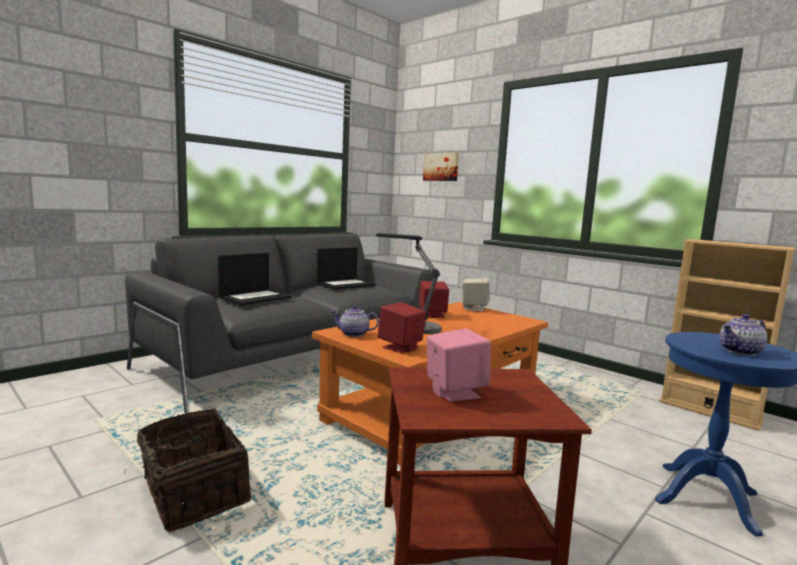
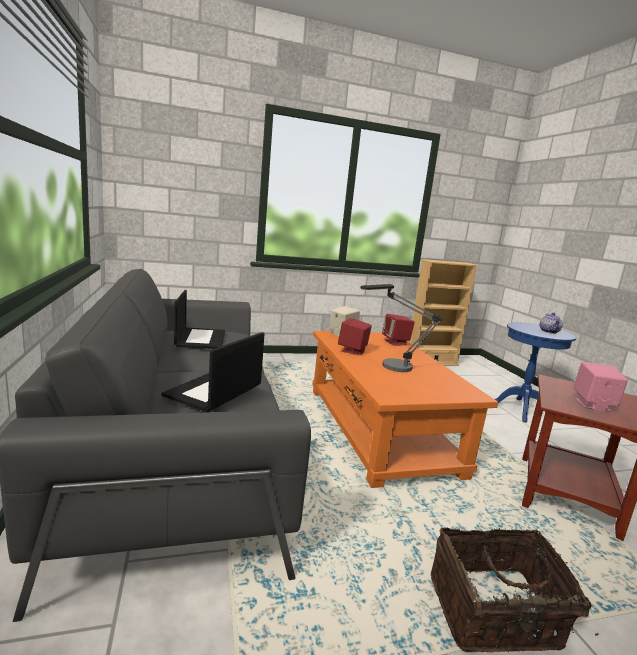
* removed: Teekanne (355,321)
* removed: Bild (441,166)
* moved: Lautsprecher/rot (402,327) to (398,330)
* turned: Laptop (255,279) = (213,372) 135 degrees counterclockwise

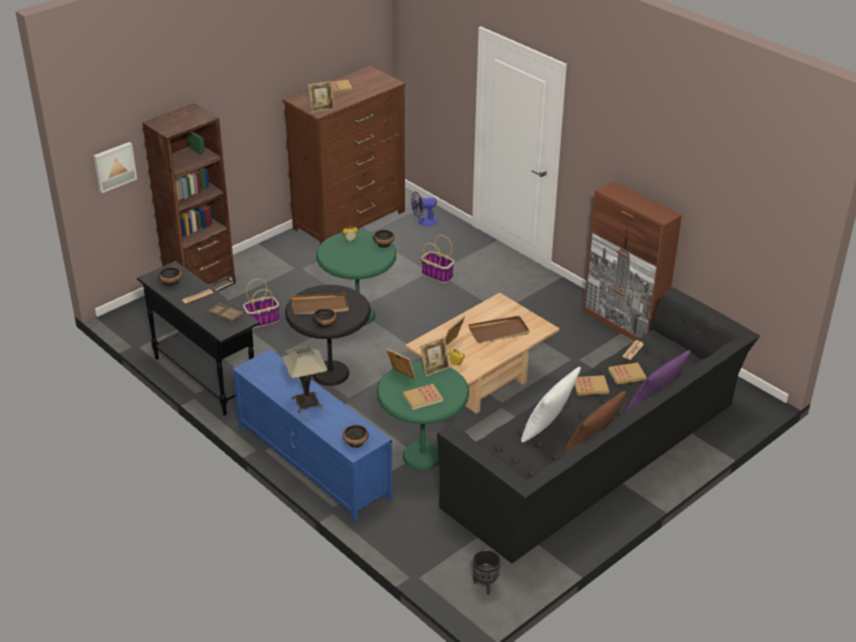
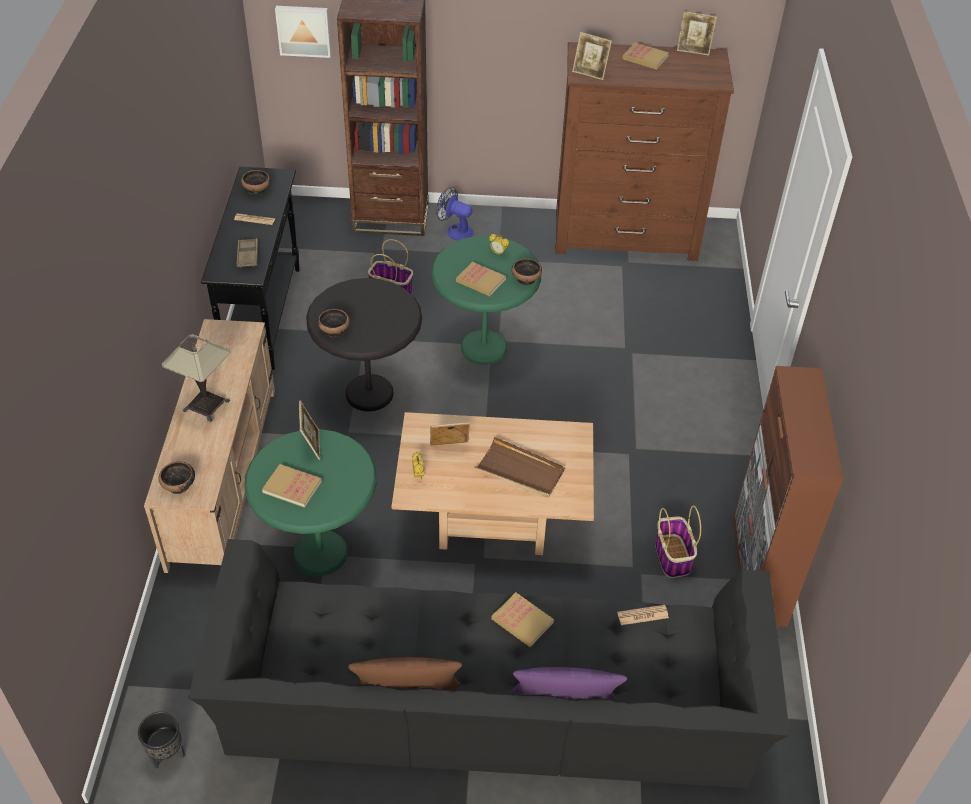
* removed: Tablett/braun (320,303)
* removed: Kissen/weiß (551,404)
* moved: Ventilator (424,209) to (455,213)
* moved: Bilderrahmen (435,357) to (697,33)
* moved: Korb (437,259) to (678,541)
* moved: Buch (627,374) to (481,279)
* recoloured: Fernsehschrank/blau (313,436) to Fernsehschrank/beige (209,446)

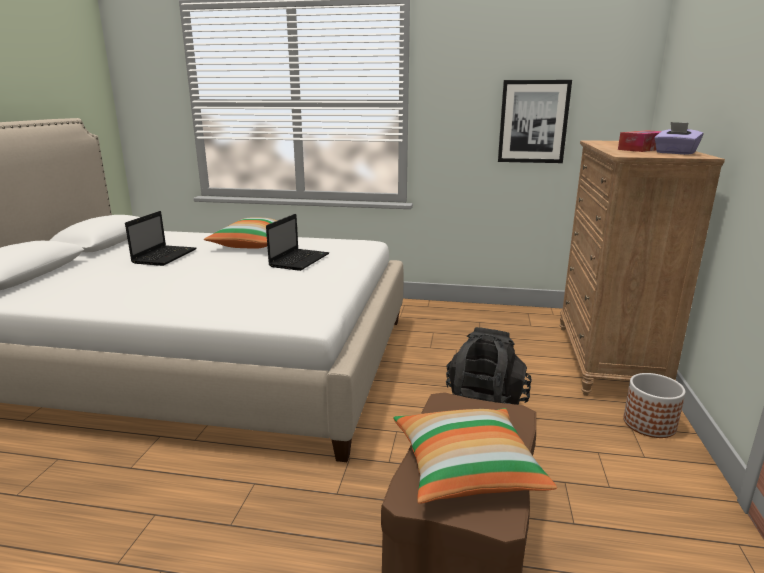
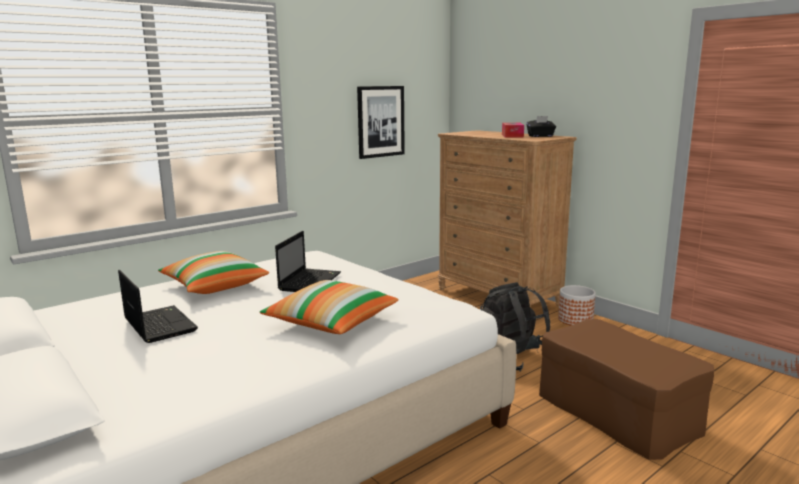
* moved: Kissen (475,456) to (329,307)
* recoloured: Taschentuchbox/lila (679,138) to Taschentuchbox/schwarz (541,126)
* turned: Laptop (297,242) = (308,261) 45 degrees clockwise

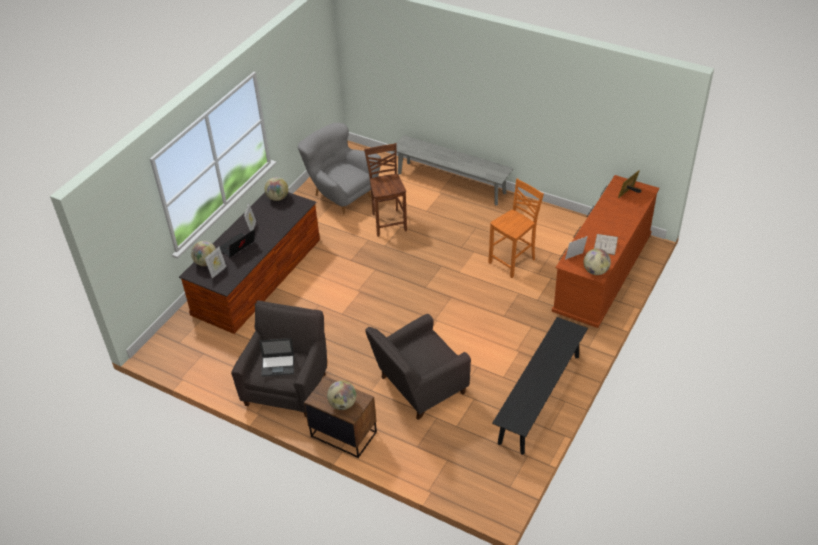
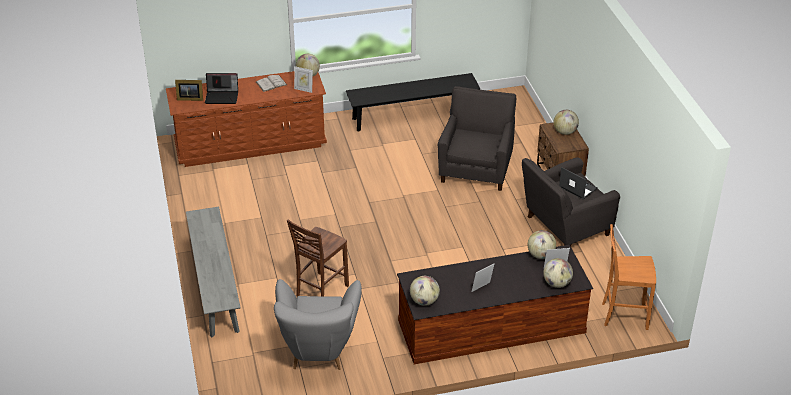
* added: Globus (542,244)
* moved: Laptop (237,243) to (221,88)
* moved: Stuhl/orange (516,228) to (629,277)
* turned: Sessel/grau (418,367) = (477,138) 90 degrees counterclockwise

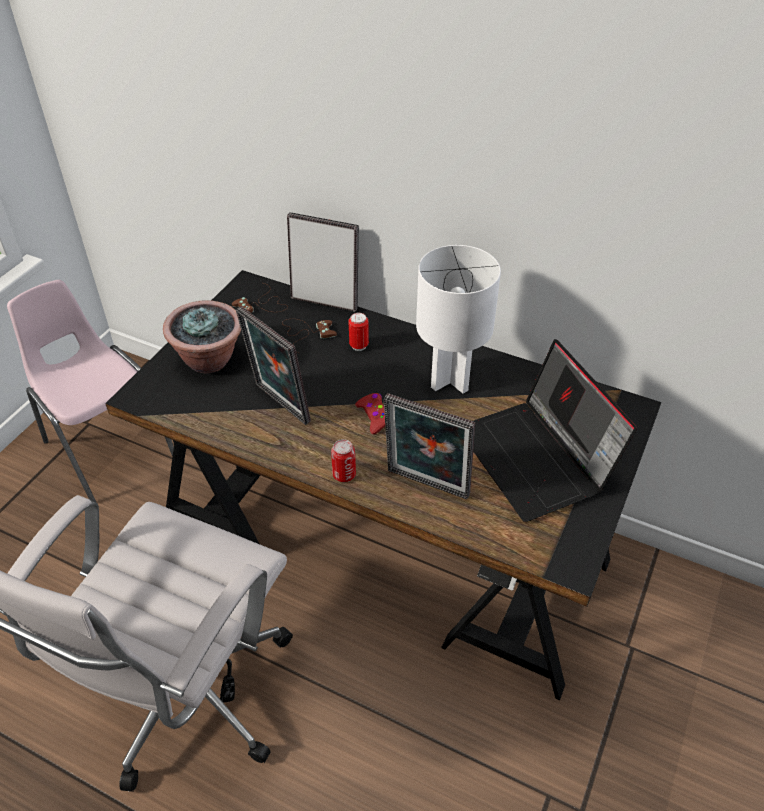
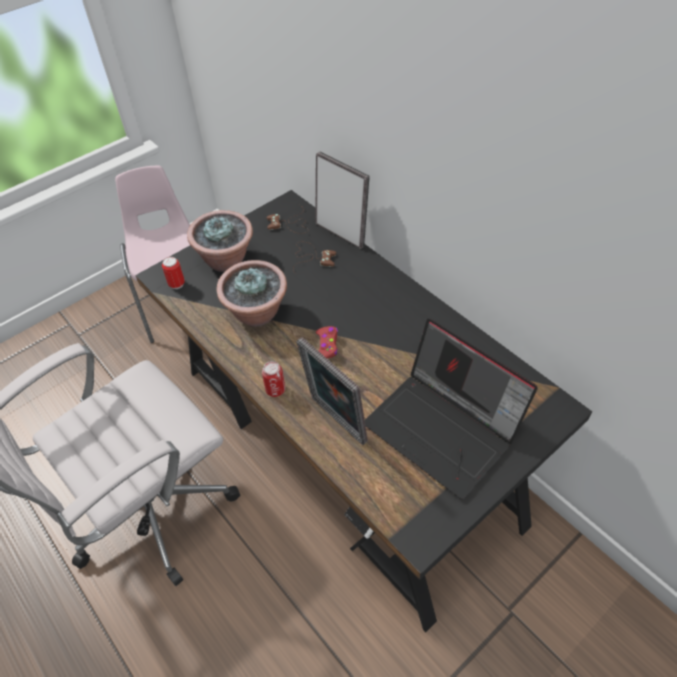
* removed: Tischlampe/weiß (458,319)
* moved: Dose (358,332) to (173,273)
* replaced: Bilderrahmen (273,365) to Topfpflanze (251,293)
* turned: Laptop (555,430) = (451,409) 45 degrees counterclockwise

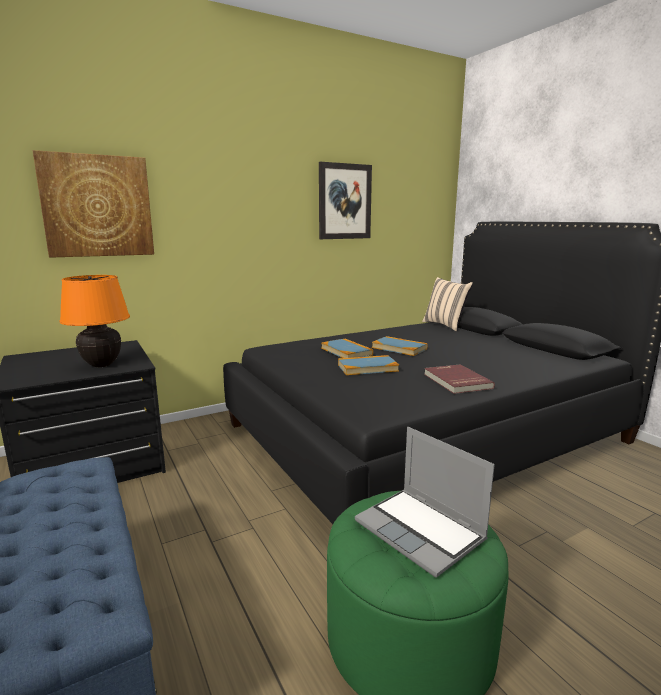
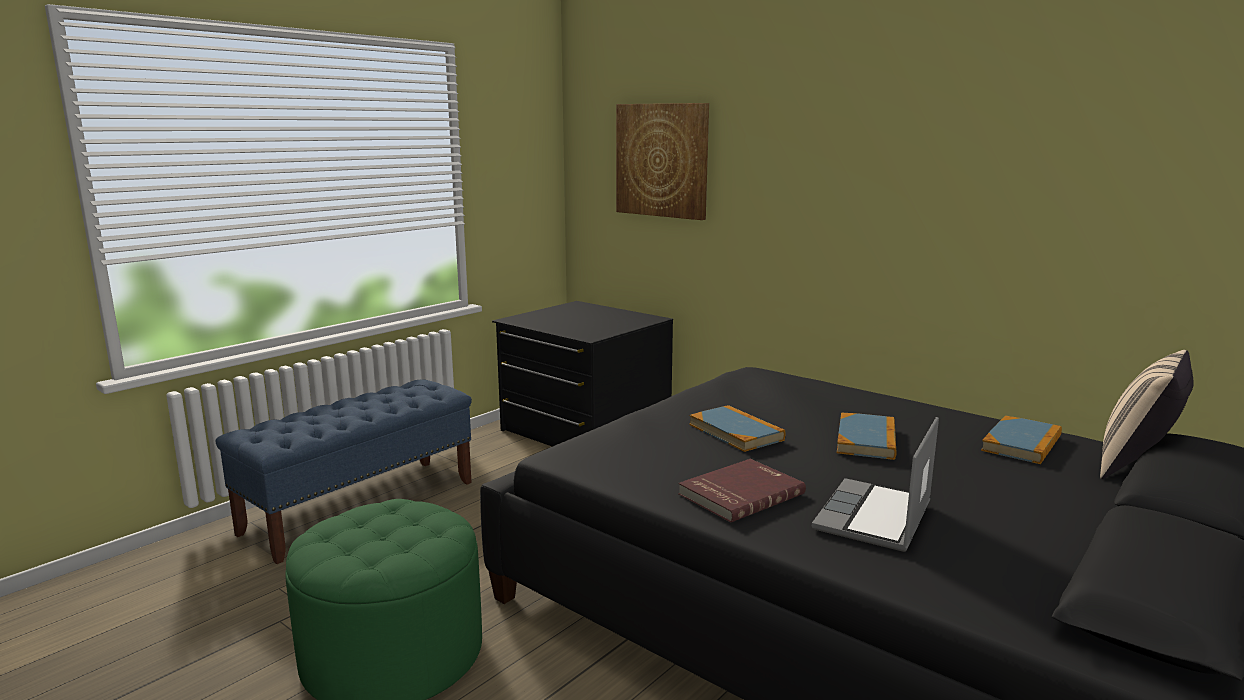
* removed: Tischlampe/orange (94,321)
* removed: Bild (345,200)
* moved: Buch (347,348) to (1021,440)
* moved: Laptop (425,502) to (875,484)

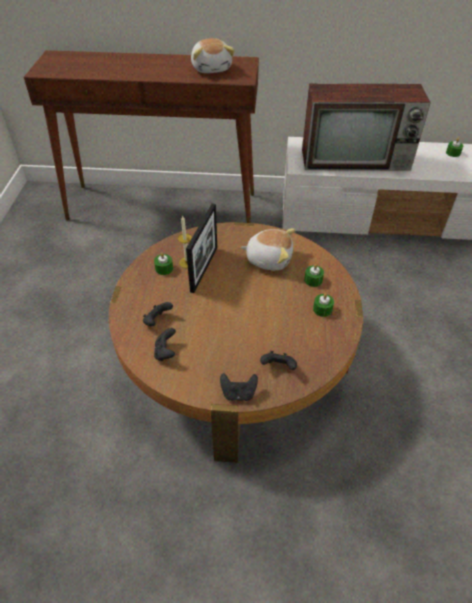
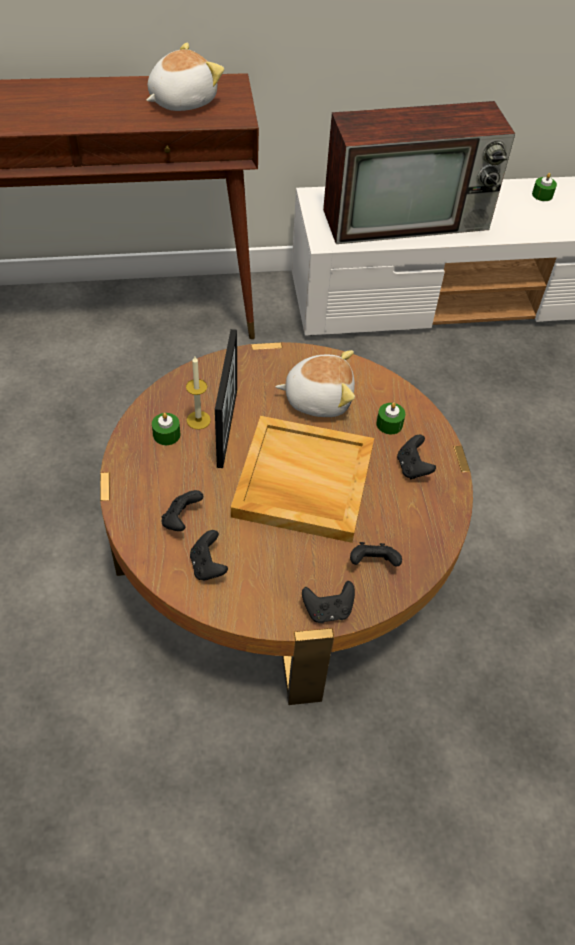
* added: Tablett/beige (302,479)
* replaced: Kerze/grün (323,305) to Gamepad/schwarz (416,457)
* turned: Plüschtier (213,55) = (185,77) 105 degrees counterclockwise

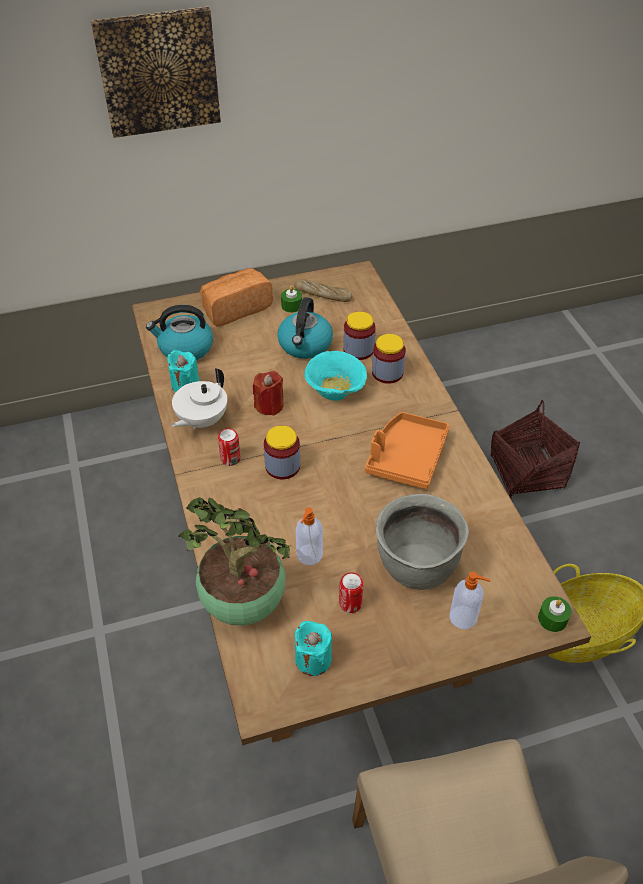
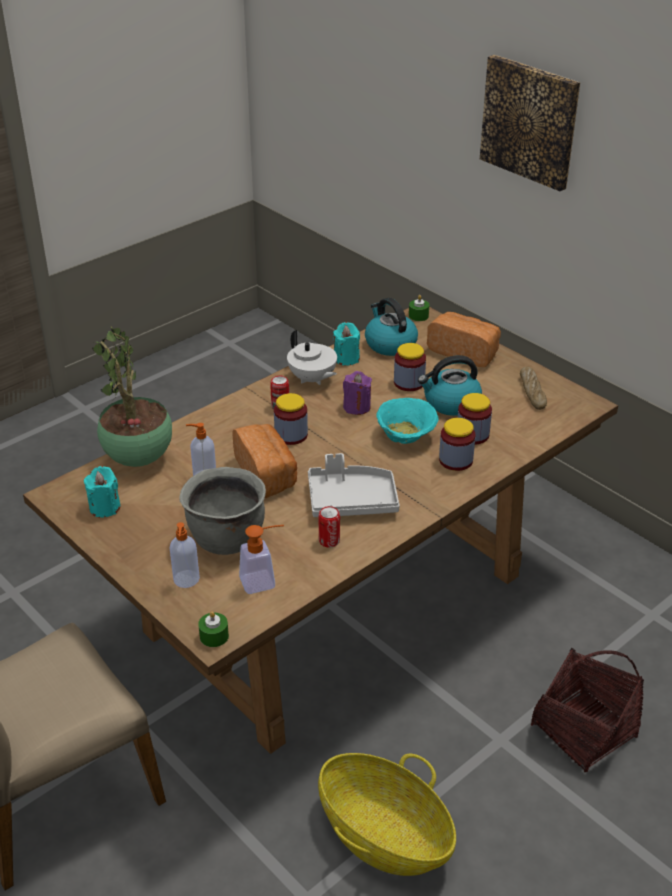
* added: Brot (264,461)
* added: Seifenspender (261,559)
* added: Vorratsglas (410,367)
* moved: Kerze/grün (291,299) to (419,308)
* moved: Dose (351,592) to (329,526)
* recoloured: Kerze/rot (268,393) to Kerze/lila (357,393)
* recoloured: Tablett/orange (407,450) to Tablett/grau (354,485)
* turned: Teekanne/weiß (199,398) = (312,357) 135 degrees counterclockwise

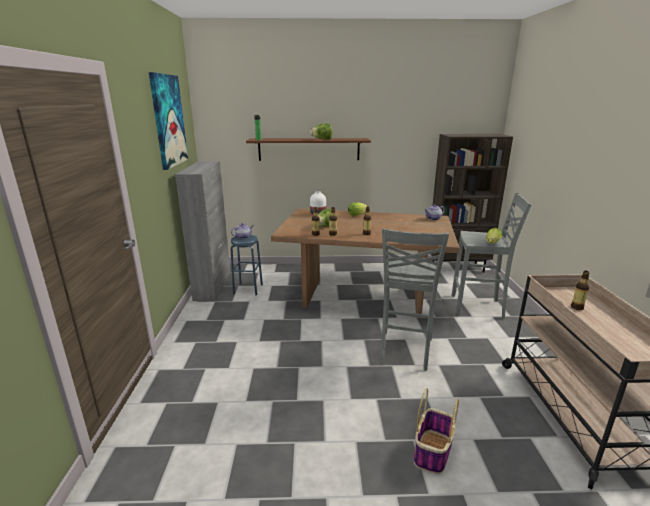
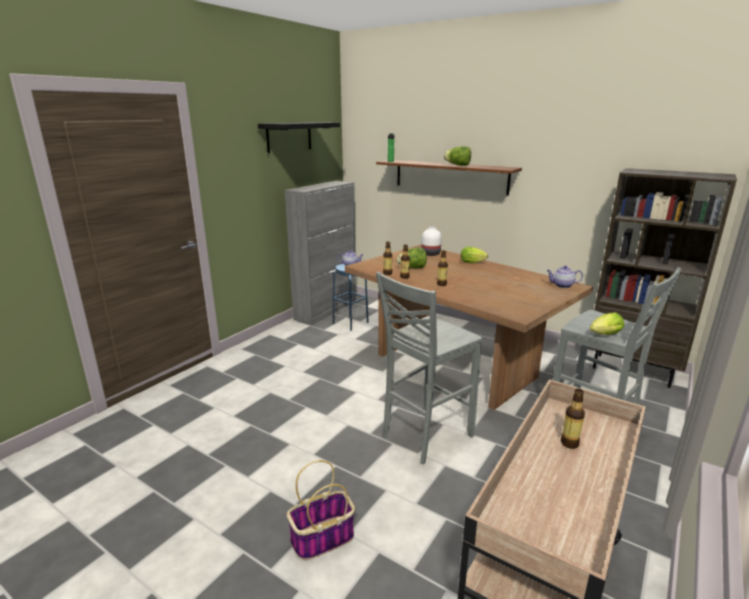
* replaced: Bild (168,121) to Wandregal/schwarz (299,137)

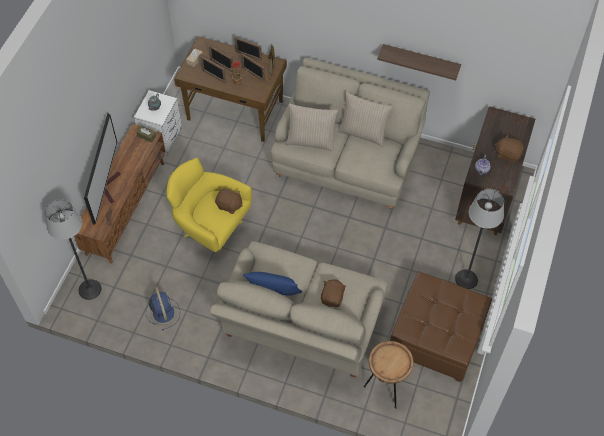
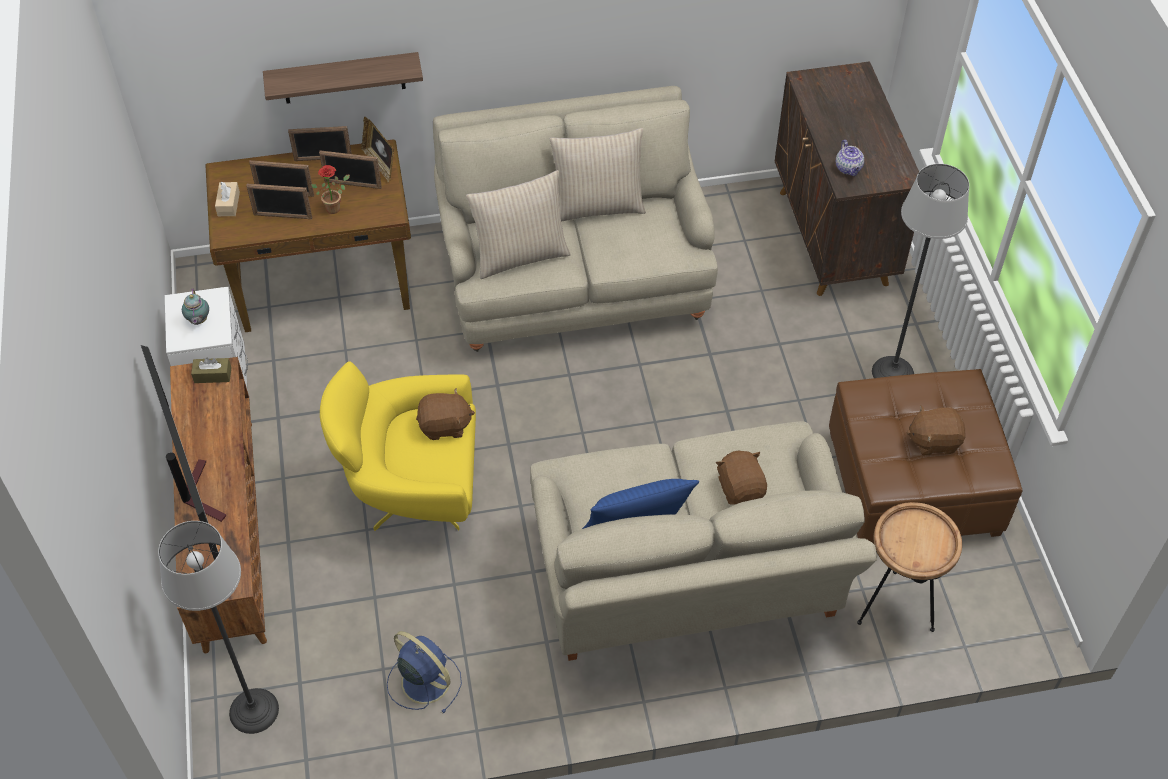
* moved: Wandregal (419,62) to (343,78)
* moved: Plüschtier/braun (509,148) to (936,430)

